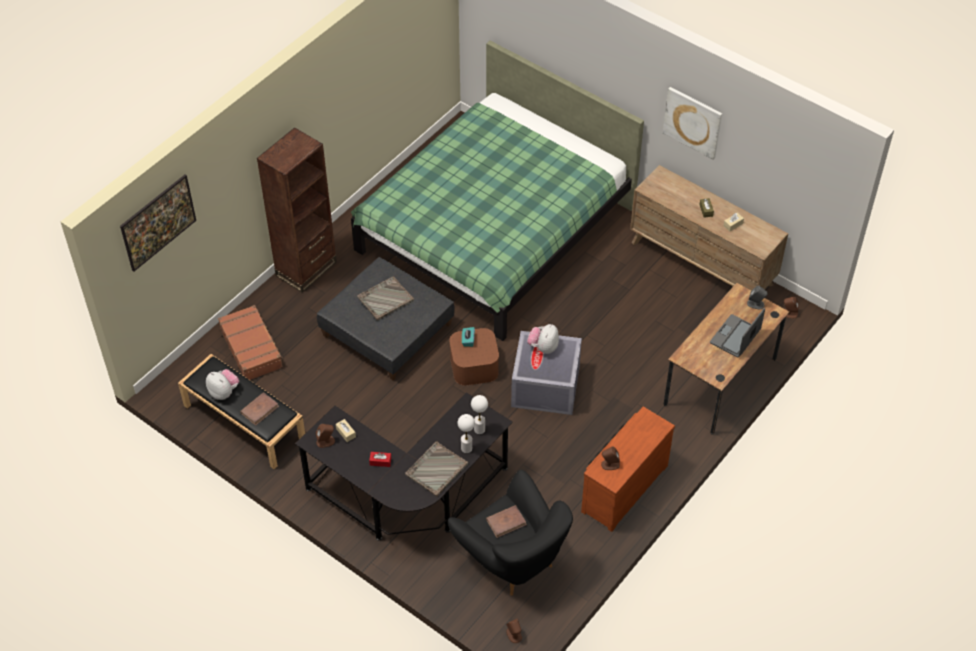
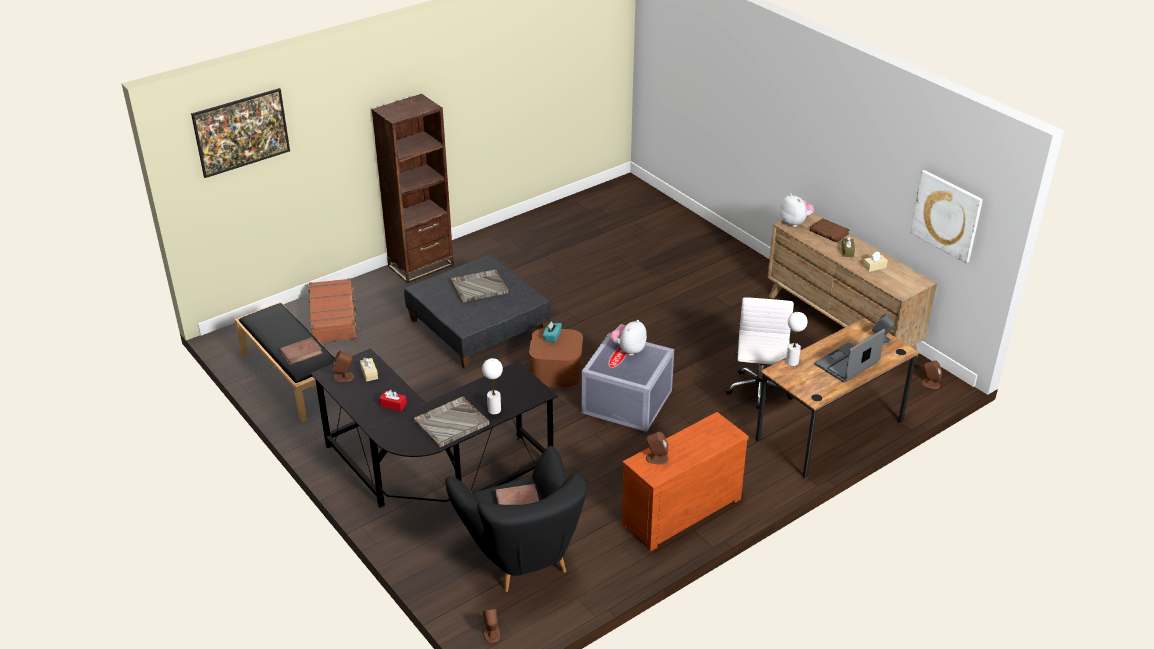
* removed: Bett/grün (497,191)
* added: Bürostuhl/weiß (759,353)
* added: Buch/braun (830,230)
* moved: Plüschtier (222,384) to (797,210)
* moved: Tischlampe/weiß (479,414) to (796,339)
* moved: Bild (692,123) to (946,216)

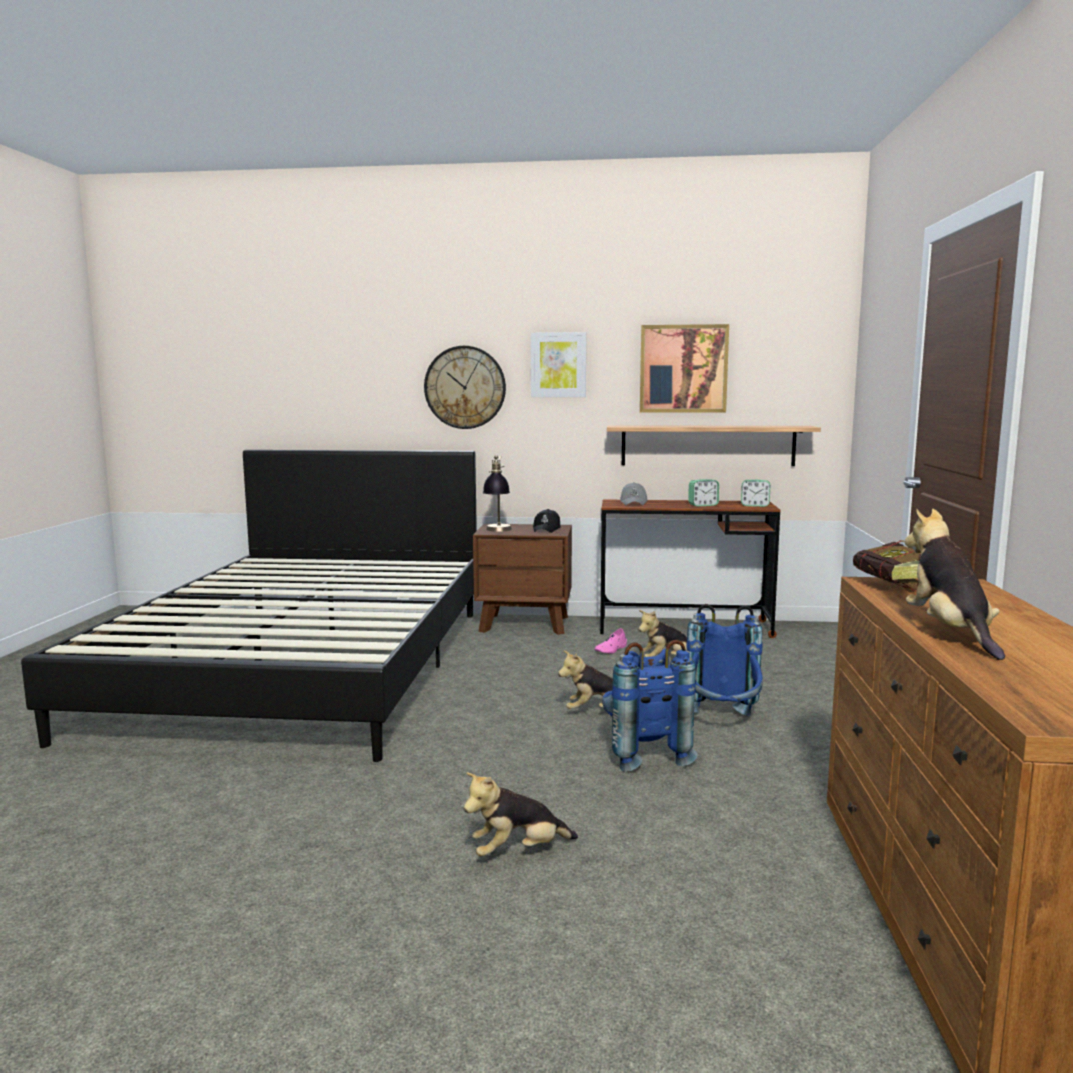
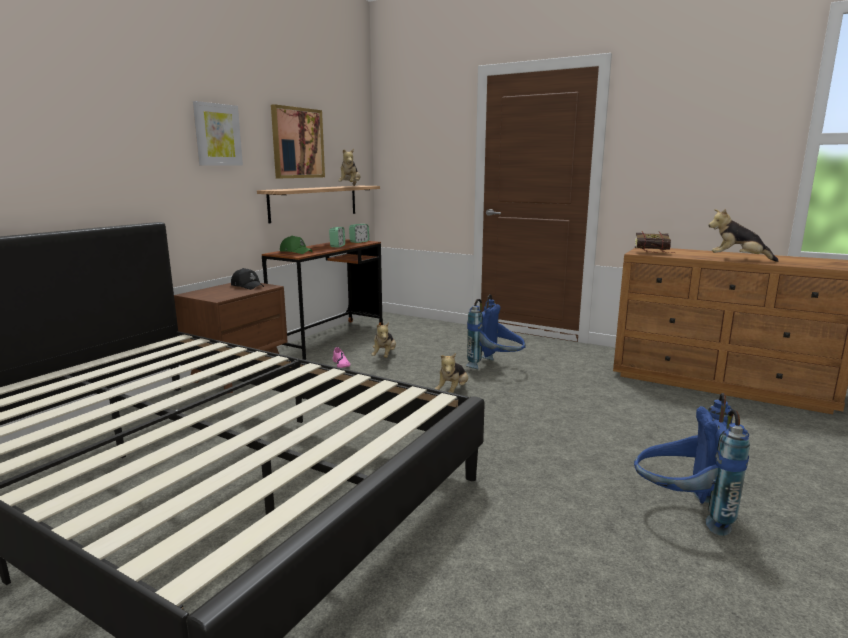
* removed: Wanduhr (465,387)
* removed: Tischlampe (497,493)
* moved: Plüschtier (521,814) to (349,167)
* moved: Rucksack/blau (650,706) to (692,464)
* recoloured: Kappe/grau (634,493) to Kappe/grün (296,245)

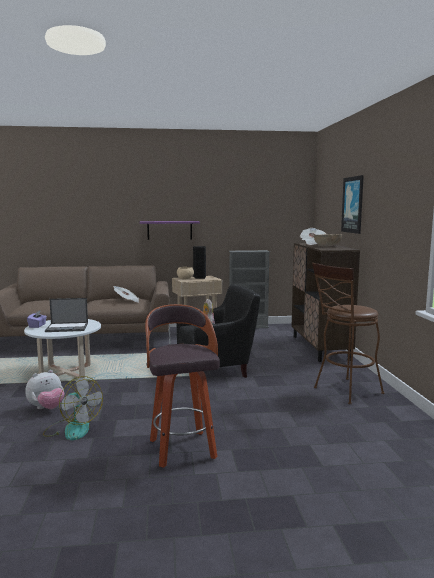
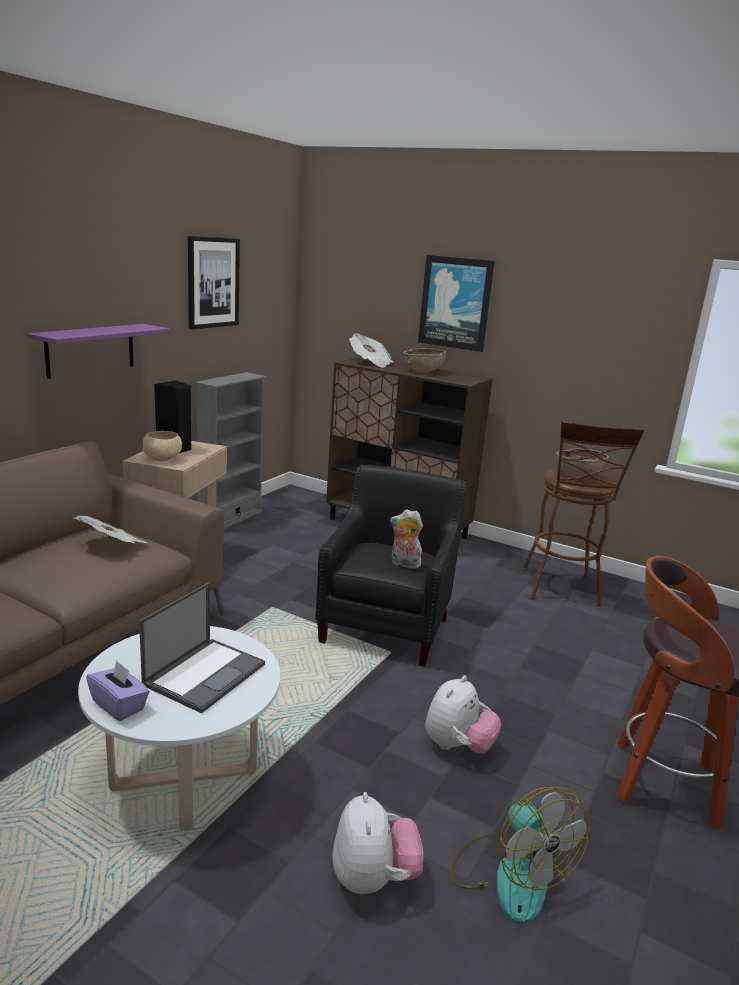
* added: Bild (214,282)
* added: Plüschtier (463,715)
* added: Schüssel/braun (582,462)
* turned: Ventilator (73,408) = (520,855) 75 degrees clockwise

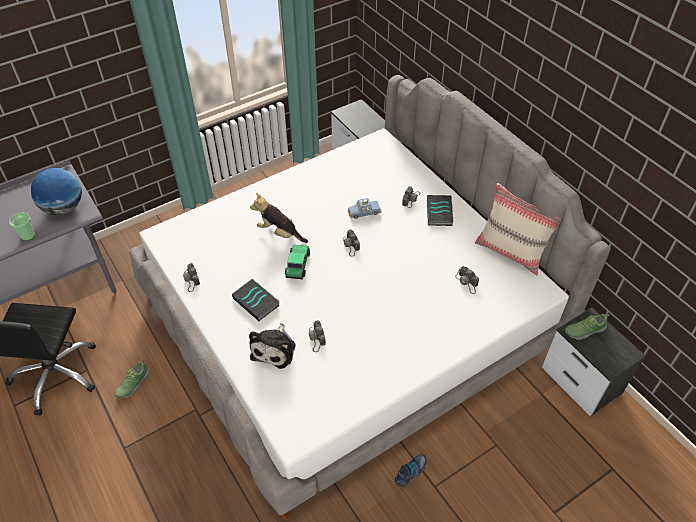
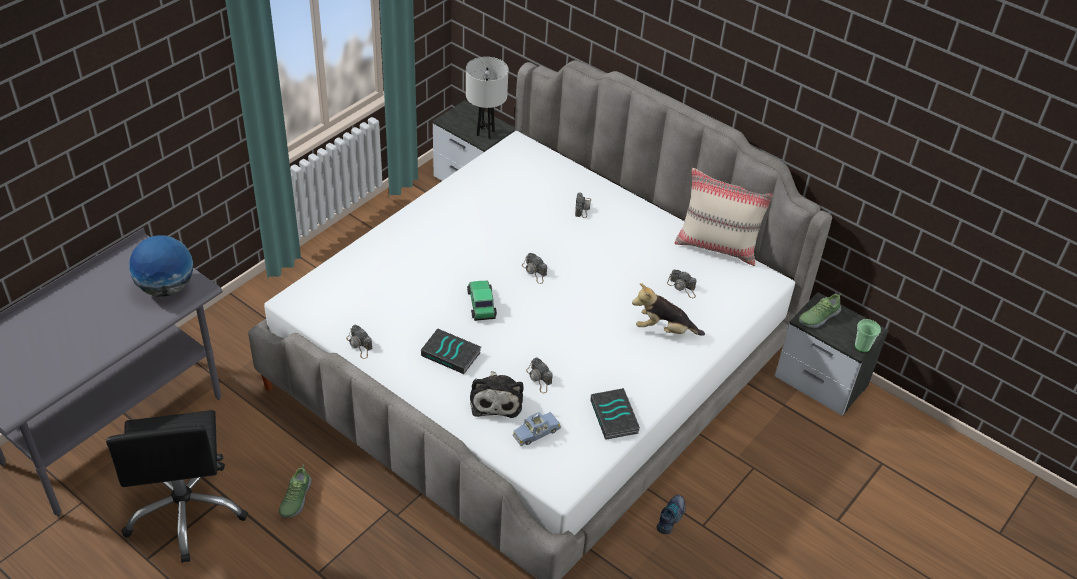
* added: Tischlampe/weiß (487,98)
* moved: Tasse (22,227) to (868,335)
* moved: Plüschtier (279,218) to (668,309)
* moved: Spielzeugauto/blau (365,208) to (537,429)
* moved: Buch (440,210) to (615,414)

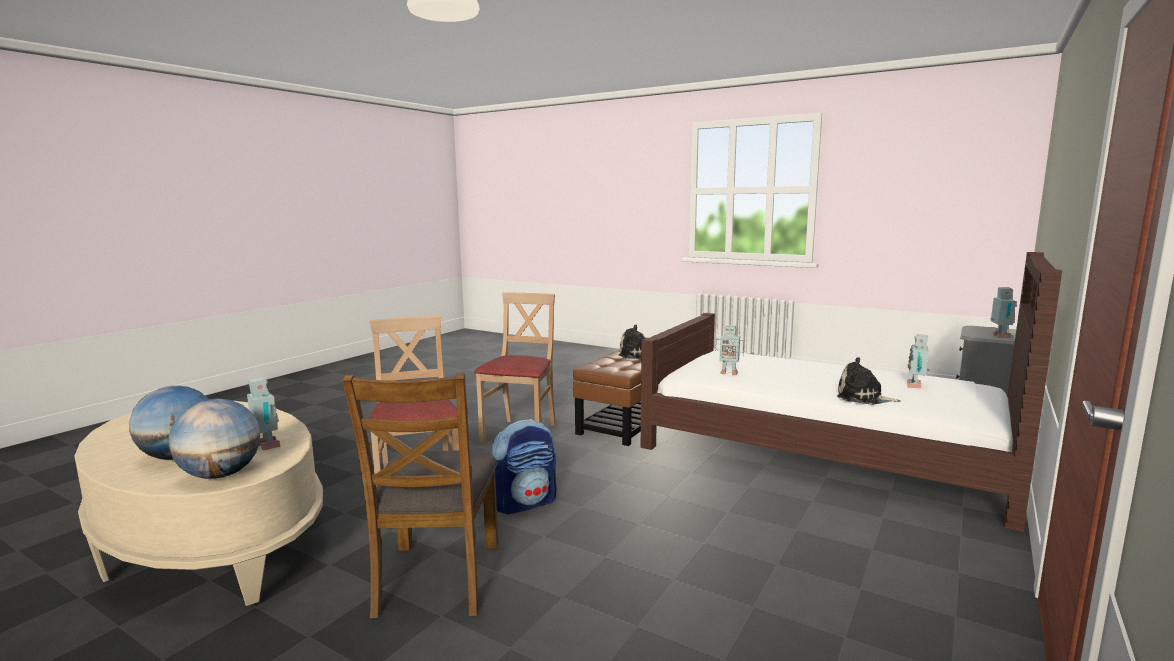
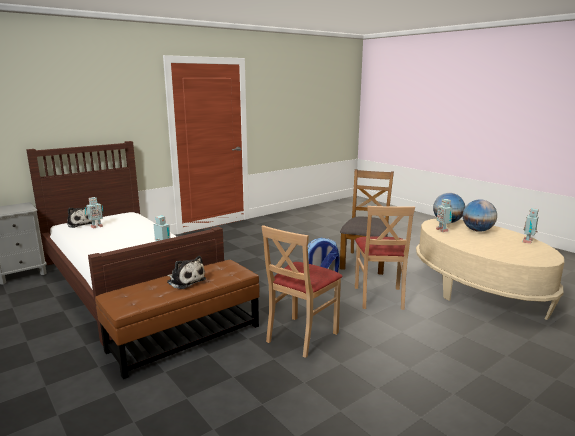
* moved: Plüschtier (869,381) to (79,218)
* moved: Spielzeugroboter (1003,312) to (531,226)

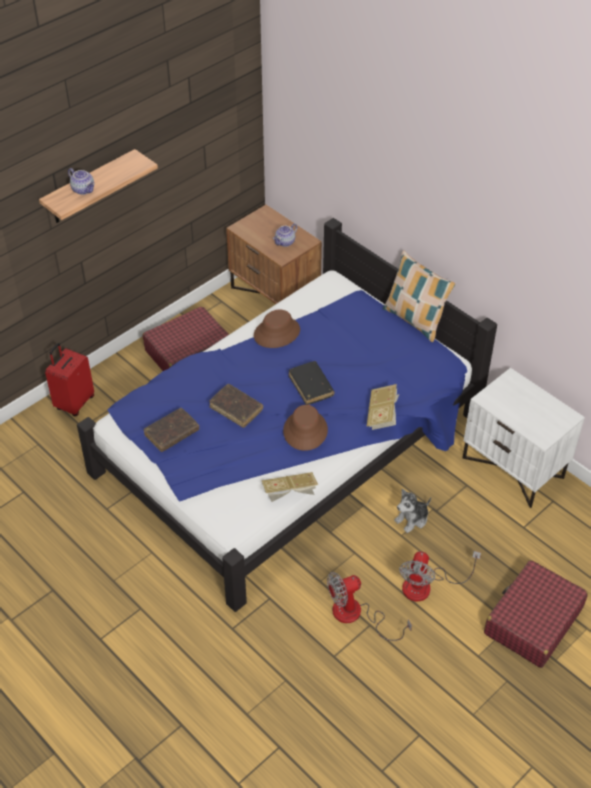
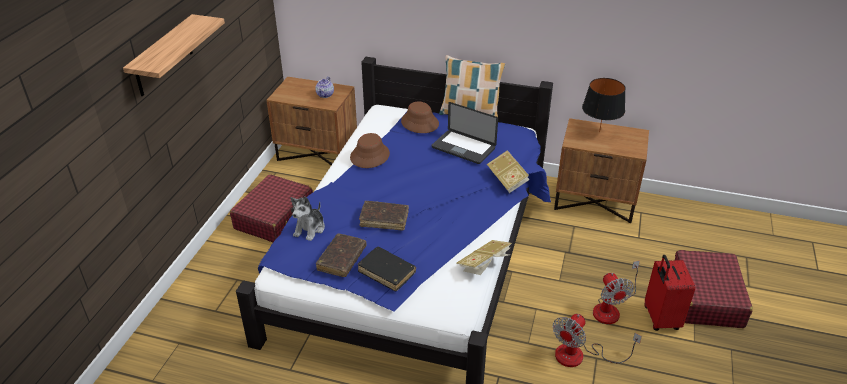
* removed: Teekanne (81,181)
* added: Laptop (465,133)
* added: Tischlampe/schwarz (604,105)
* moved: Koffer/rot (69,379) to (669,293)
* moved: Hut/braun (305,428) to (420,117)
* moved: Buch/schwarz (312,383) to (387,269)
* moved: Plüschtier (412,511) to (307,218)
* recoloured: Nachttisch/weiß (523,438) to Nachttisch/braun (601,170)

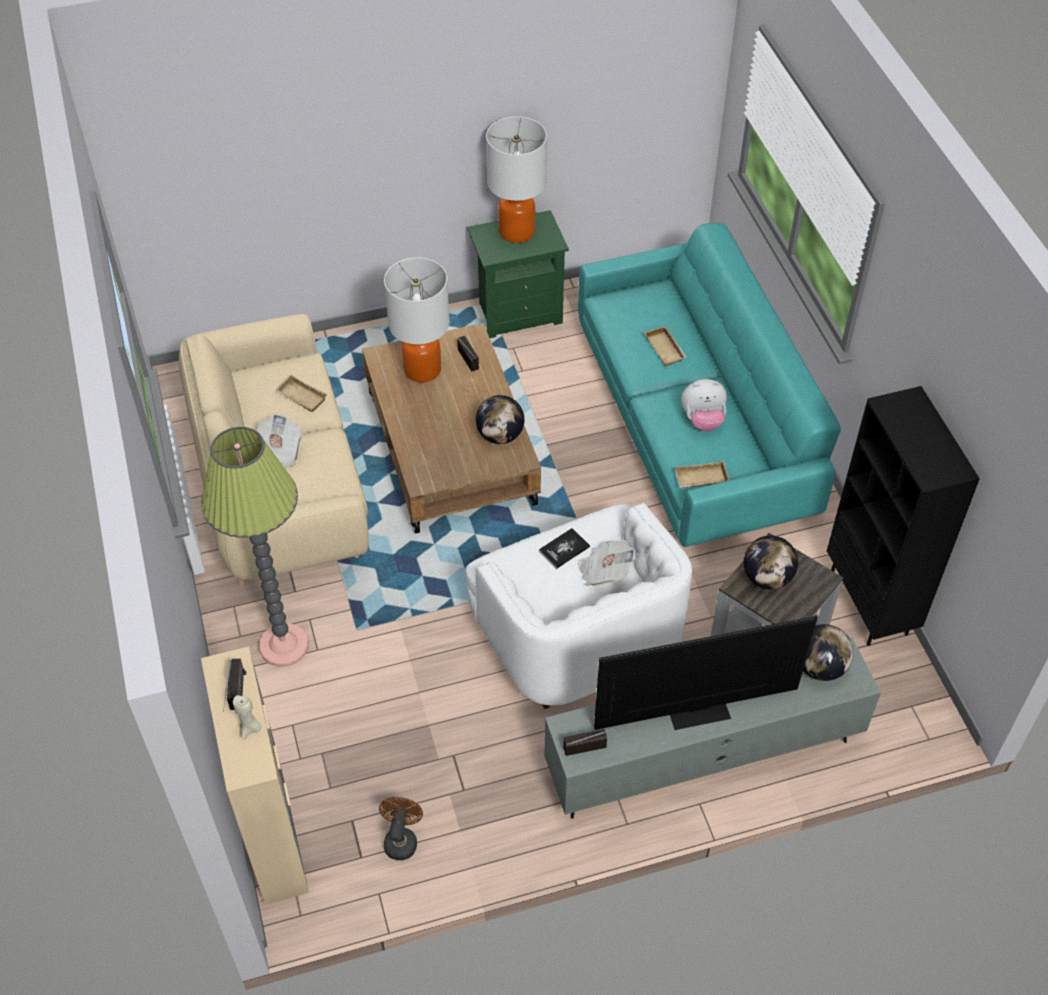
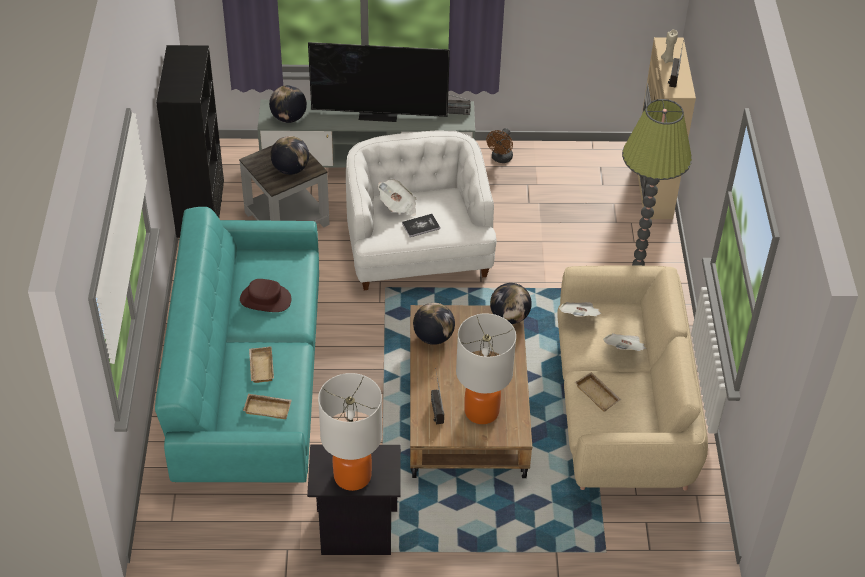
* added: Globus (511,303)
* added: Zeitung (580,309)
* moved: Ventilator/braun (401,828) to (499,145)
* moved: Tablett/beige (702,474) to (267,406)
* replaced: Plüschtier (704,405) to Hut/braun (266,295)
* recoloured: Nachttisch/grün (518,274) to Nachttisch/schwarz (354,499)

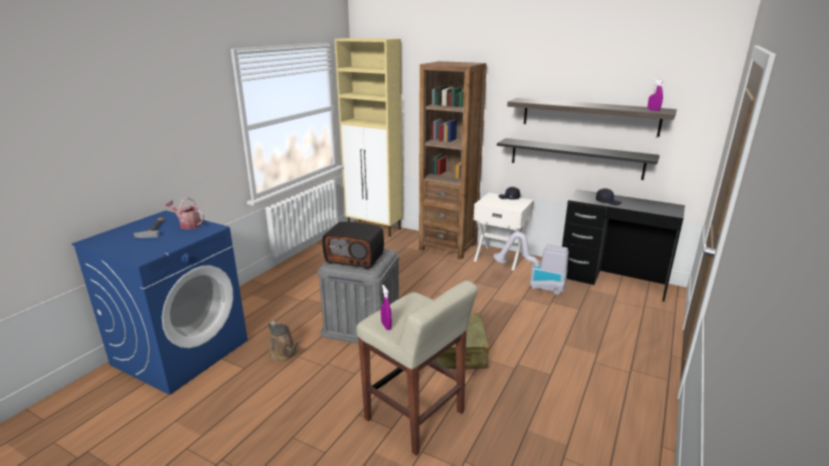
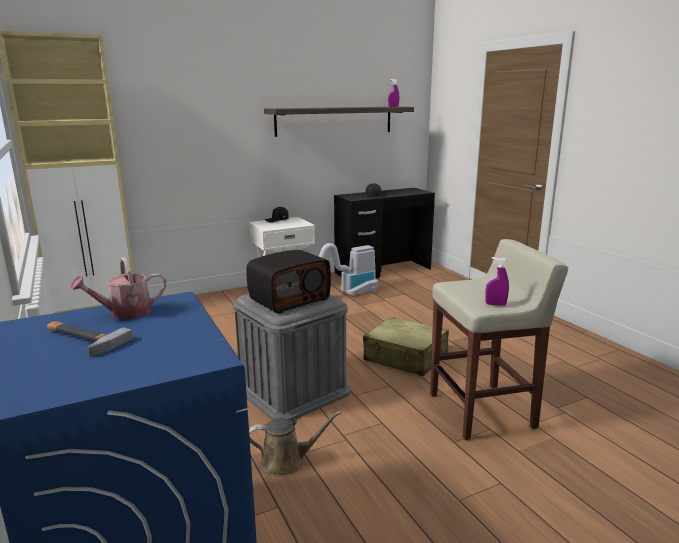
* removed: Bücherregal/braun (453,160)
* removed: Wandregal/schwarz (578,159)

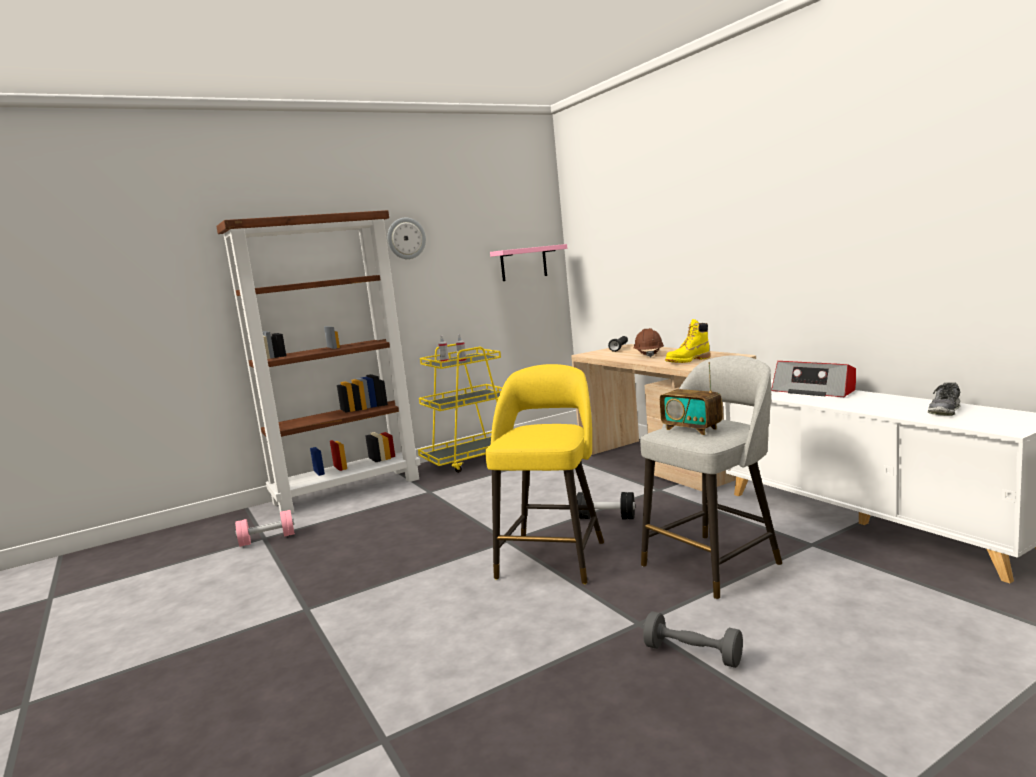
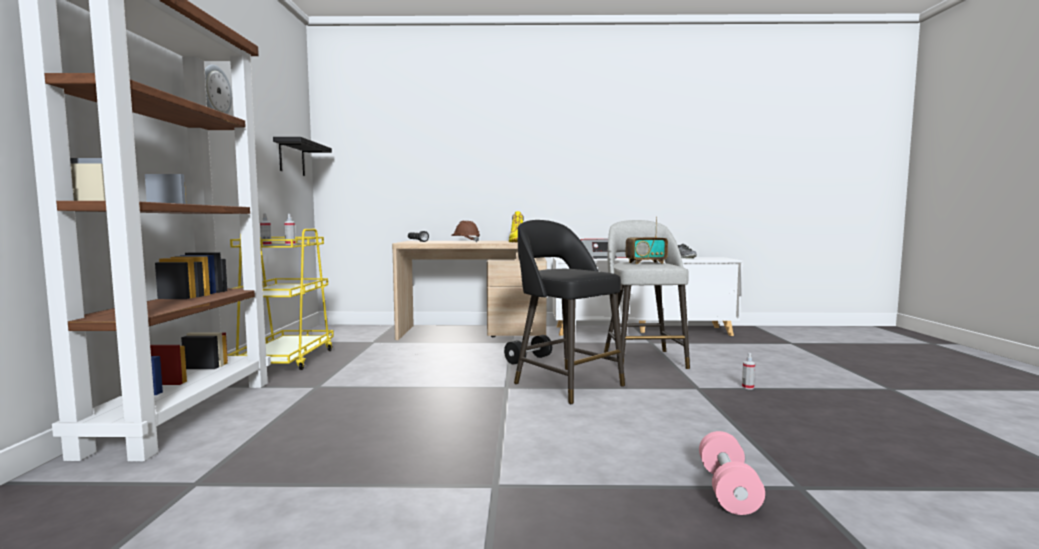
* moved: Hantel/rosa (265,528) to (732,473)
* replaced: Hantel/grau (693,639) to Sprühflasche (748,371)
* recoloured: Hocker/gelb (544,474) to Hocker/schwarz (569,312)
* recoloured: Wandregal/rosa (528,262) to Wandregal/schwarz (302,156)

